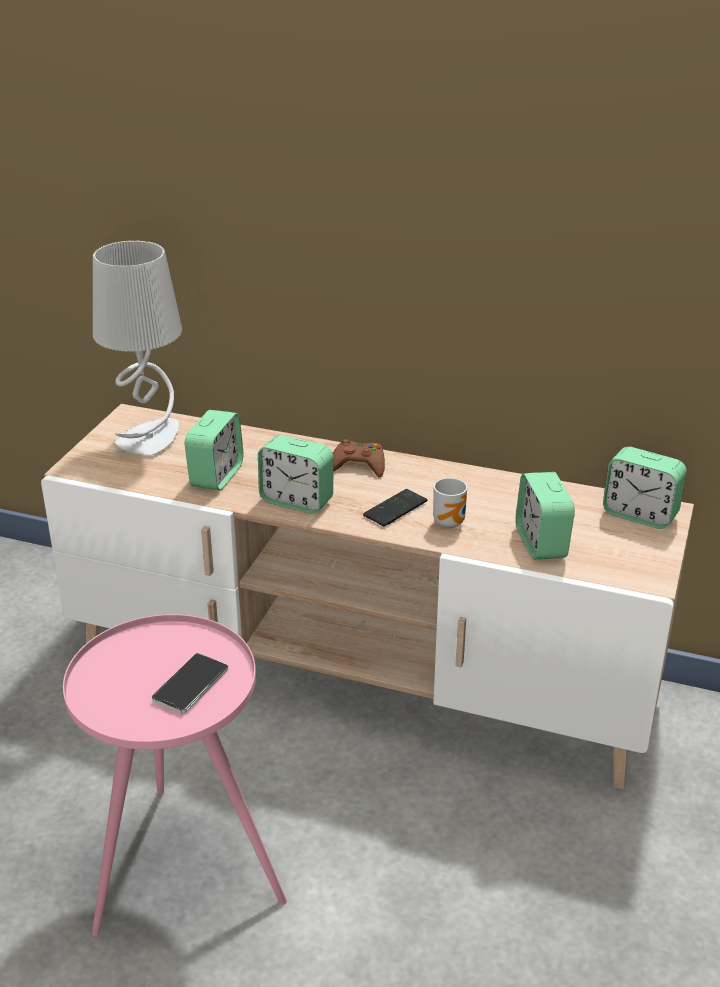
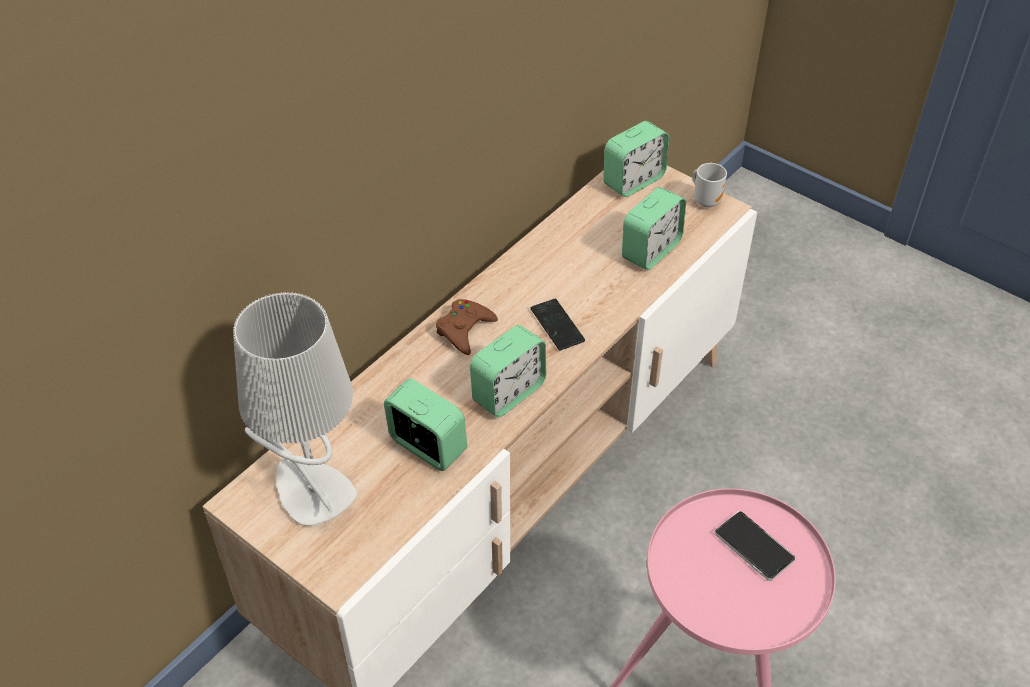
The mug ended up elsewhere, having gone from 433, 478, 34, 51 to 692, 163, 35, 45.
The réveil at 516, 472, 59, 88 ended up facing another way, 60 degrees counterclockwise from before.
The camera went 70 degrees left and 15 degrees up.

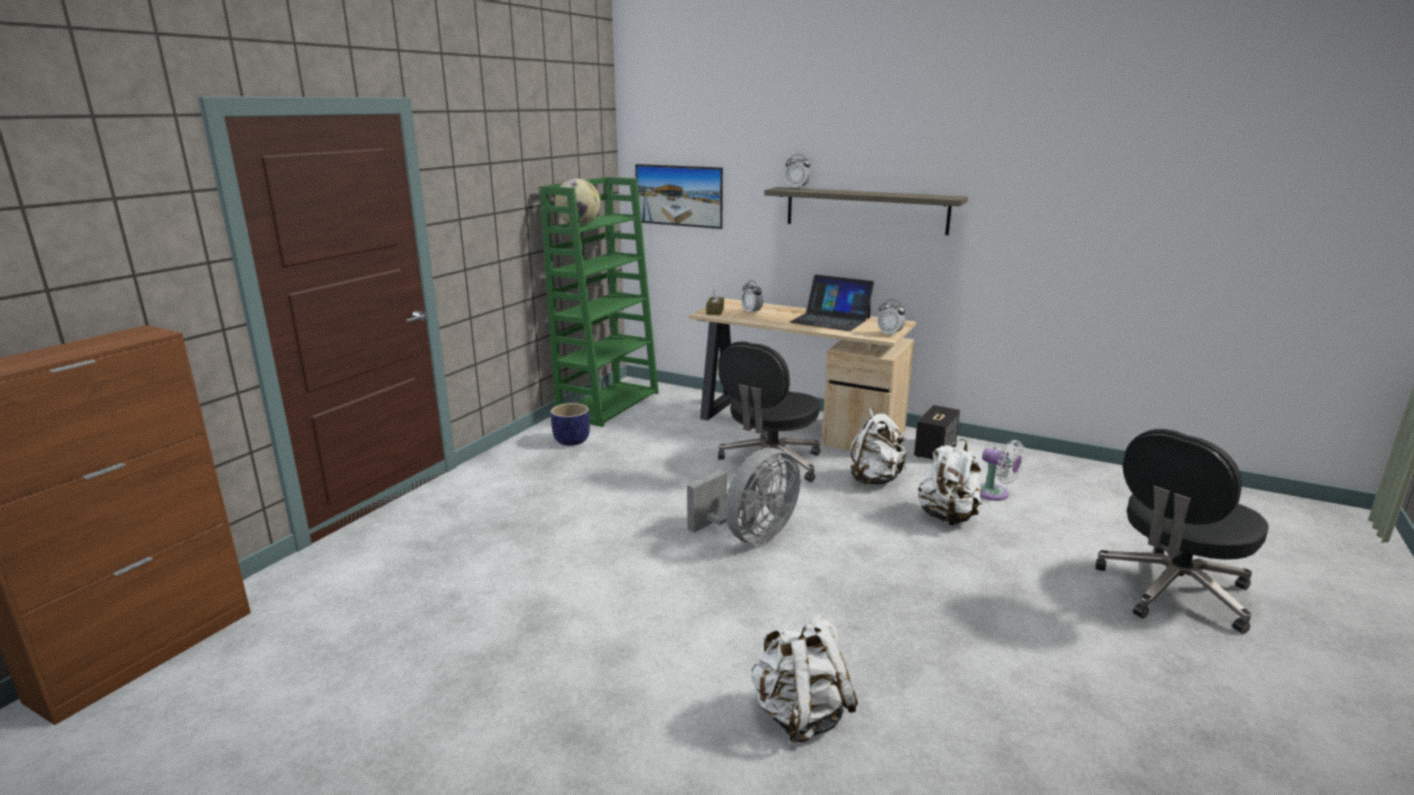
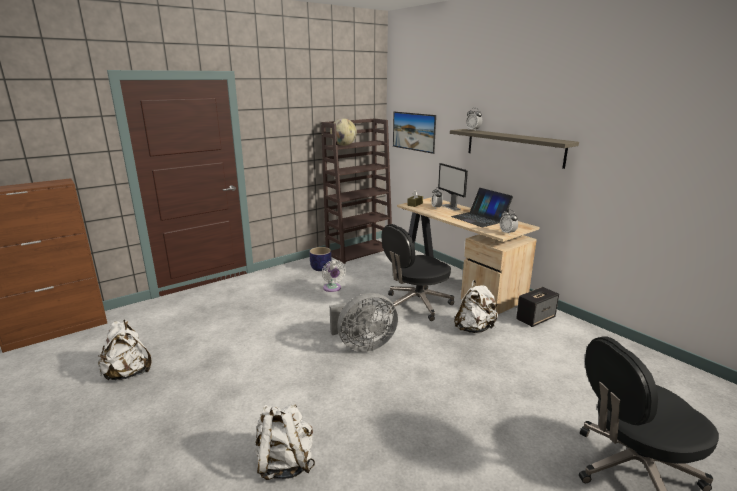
The second view gained the écran d'ordinateur at 438, 163, 30, 48.
The sac à dos (blanc) ended up elsewhere, having gone from 918, 439, 64, 86 to 98, 320, 53, 60.
The ventilateur (blanc) ended up elsewhere, having gone from 980, 440, 45, 61 to 322, 260, 24, 32.
What was the bibliothèque (vert) at 539, 177, 120, 250 turned into the bibliothèque (marron) at 321, 118, 71, 146.
The camera went 25 degrees right and 0 degrees up.

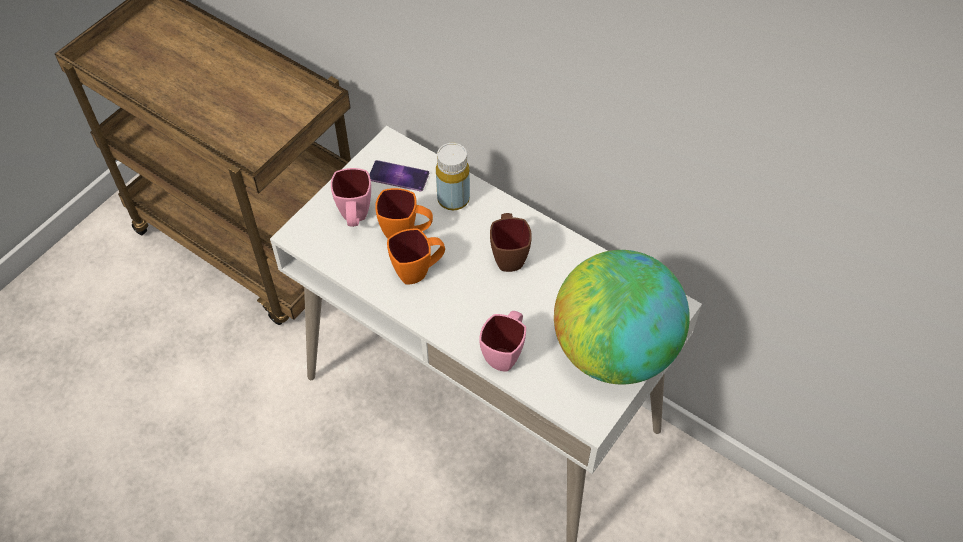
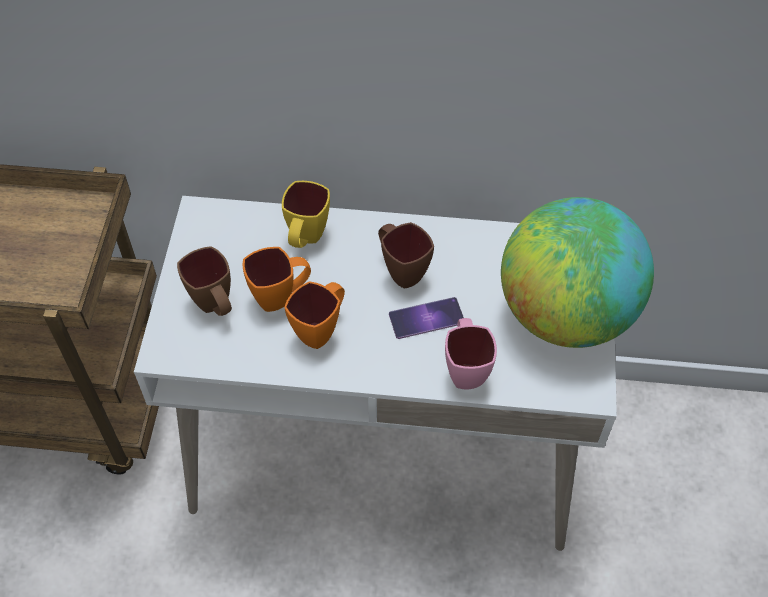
The téléphone ended up elsewhere, having gone from 369, 160, 60, 31 to 389, 297, 75, 42.
Where the bouteille (jaune) stood at 436, 143, 34, 67, the mug (jaune) came to stand at 282, 181, 48, 67.
What was the mug (rose) at 331, 168, 40, 59 turned into the mug (marron) at 177, 246, 55, 70.
The camera went 30 degrees left and 0 degrees up.

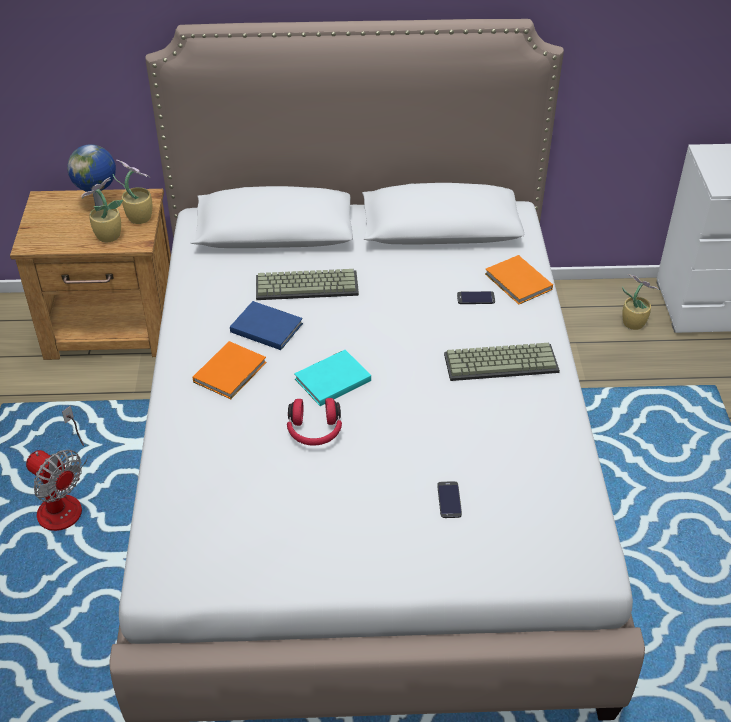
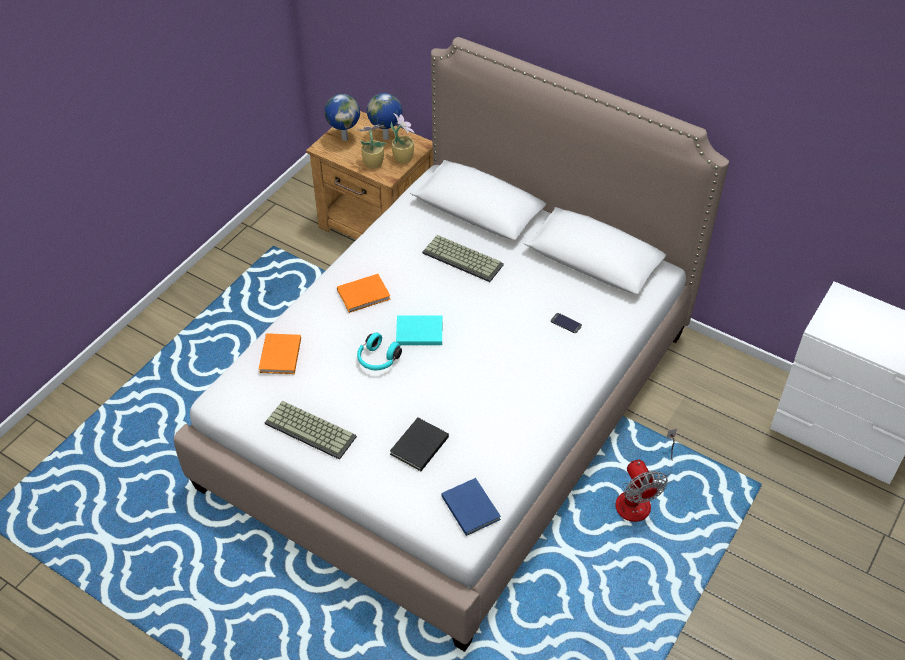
The second view lost the plante en pot at 622, 274, 37, 56.
The second view gained the globe at 325, 94, 35, 47.
The ventilateur ended up elsewhere, having gone from 26, 406, 61, 125 to 615, 428, 62, 94.
The livre (bleu) ended up elsewhere, having gone from 230, 301, 73, 49 to 441, 478, 60, 58.
The clavier ended up elsewhere, having gone from 444, 343, 116, 38 to 265, 401, 92, 59.
The livre (orange) ended up elsewhere, having gone from 485, 255, 68, 49 to 259, 333, 42, 41.
Where the téléphone stood at 437, 481, 25, 37, the livre (noir) came to stand at 390, 417, 59, 54.
What was the casque audio (rouge) at 287, 398, 55, 47 turned into the casque audio (turquoise) at 357, 333, 45, 37.
The camera went 35 degrees right and 5 degrees up.

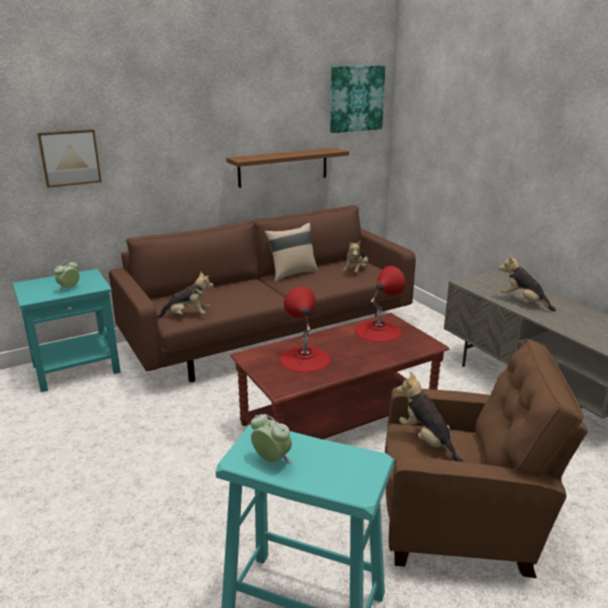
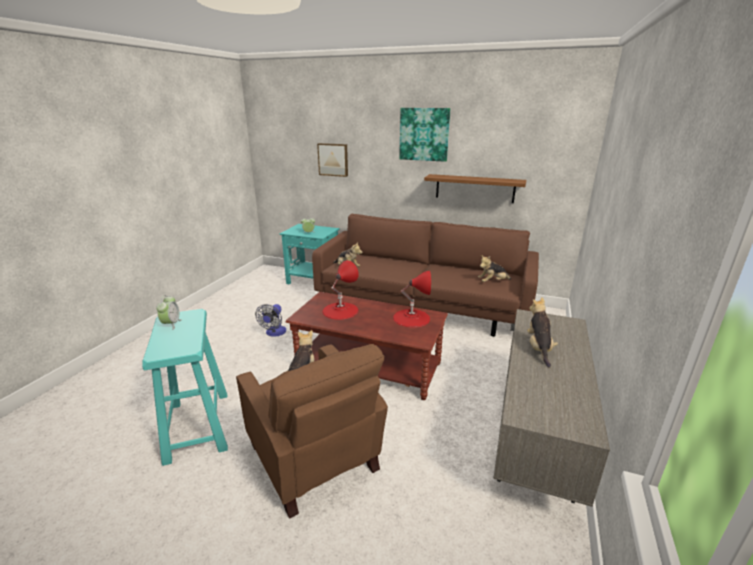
The second view lost the coussin (beige) at 264, 223, 54, 59.
The second view gained the ventilateur at 255, 304, 31, 33.
The tableau ended up elsewhere, having gone from 330, 65, 55, 68 to 399, 108, 51, 54.
The camera went 50 degrees right and 0 degrees up.

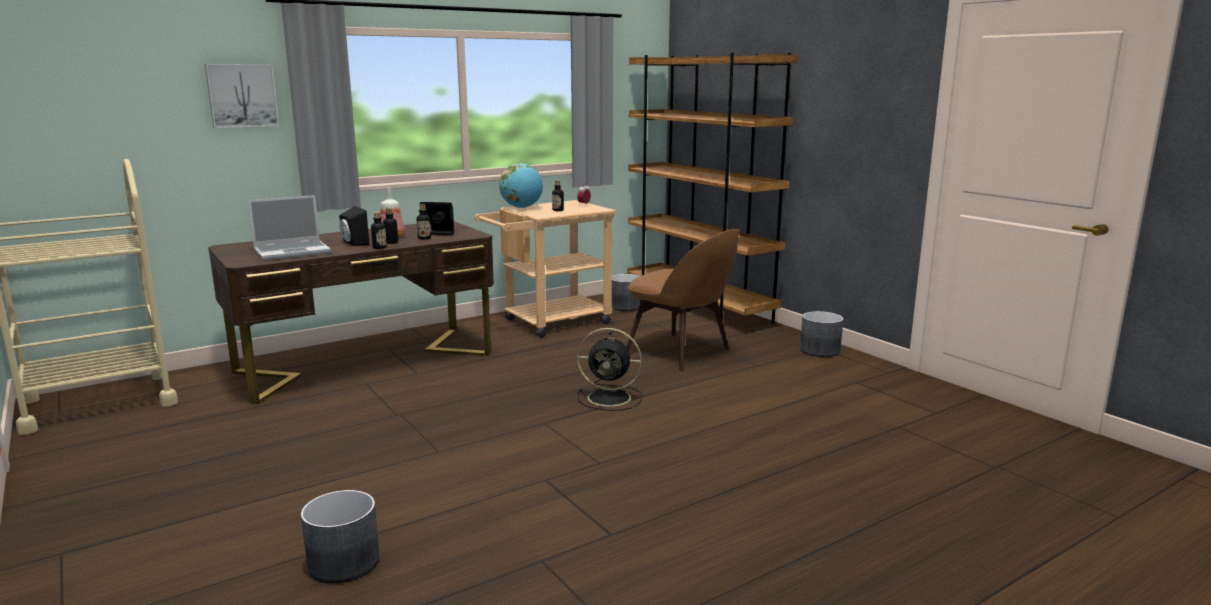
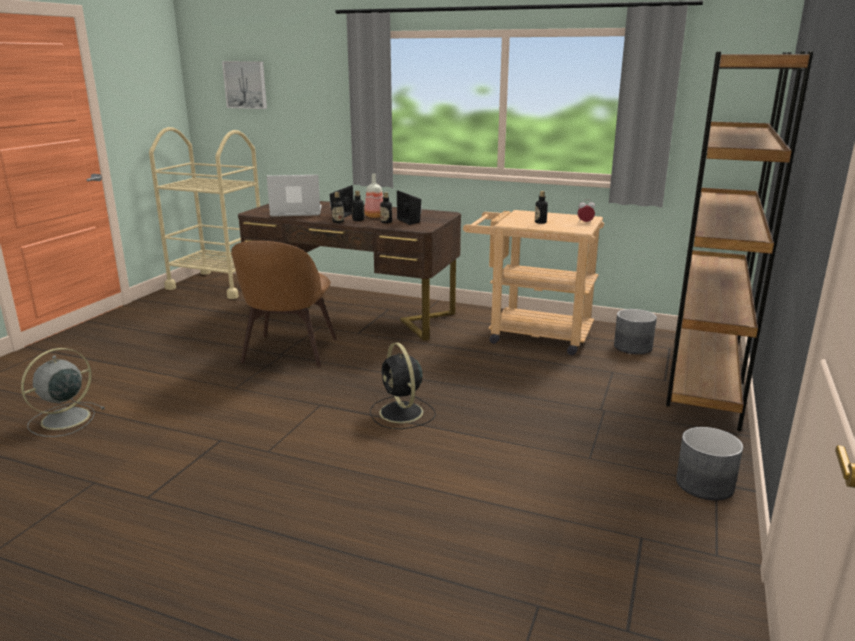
The second view lost the globe at 499, 163, 44, 45.
The tableau ended up elsewhere, having gone from 205, 64, 74, 64 to 222, 61, 45, 48.
The chaise (marron) ended up elsewhere, having gone from 627, 229, 113, 142 to 231, 241, 106, 126.
Where the cache-pot (gris) stood at 301, 490, 78, 93, the ventilateur (gris) came to stand at 21, 348, 84, 89.
The ordinateur portable at 248, 195, 83, 65 ended up facing another way, 150 degrees clockwise from before.
The camera went 55 degrees right and 5 degrees up.

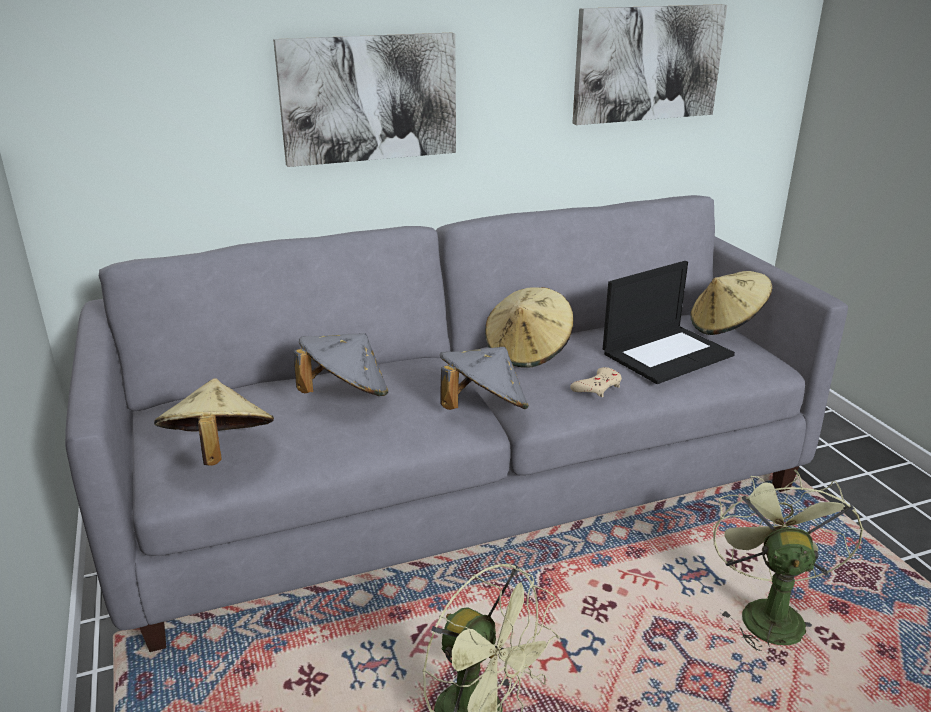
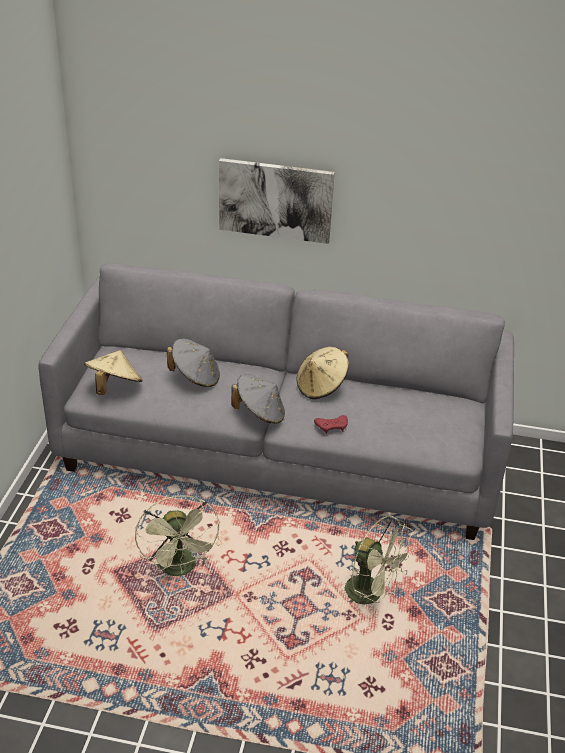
The second view lost the tableau at 573, 4, 154, 121.
The second view lost the ordinateur portable at 603, 261, 132, 123.
The second view lost the chapeau (beige) at 690, 271, 82, 64.
What was the manette (beige) at 570, 367, 52, 30 turned into the manette (rouge) at 314, 415, 34, 18.
The ventilateur (vert) at 713, 469, 151, 182 ended up facing another way, 90 degrees clockwise from before.
The camera went 30 degrees right and 10 degrees up.

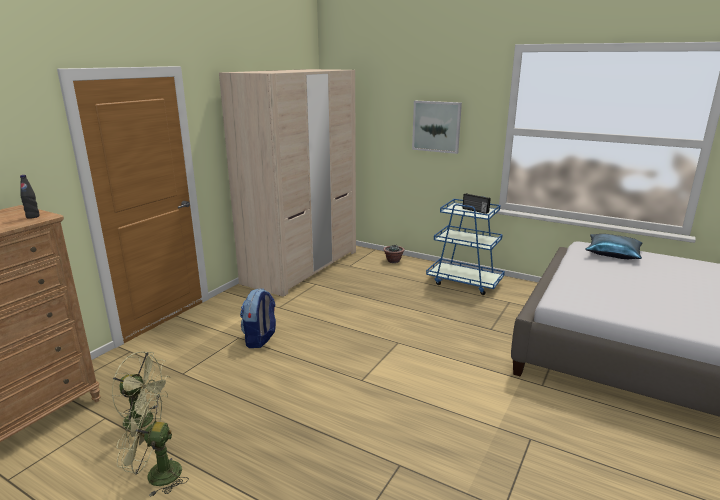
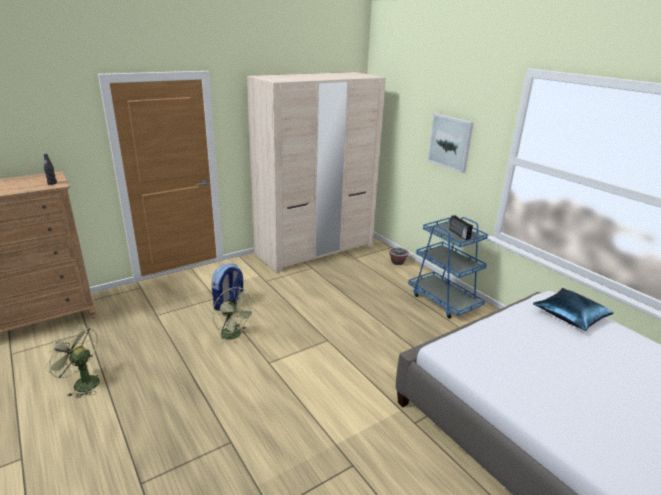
The ventilateur (vert) ended up elsewhere, having gone from 112, 351, 58, 88 to 212, 287, 44, 58.
The camera went 25 degrees right and 5 degrees up.

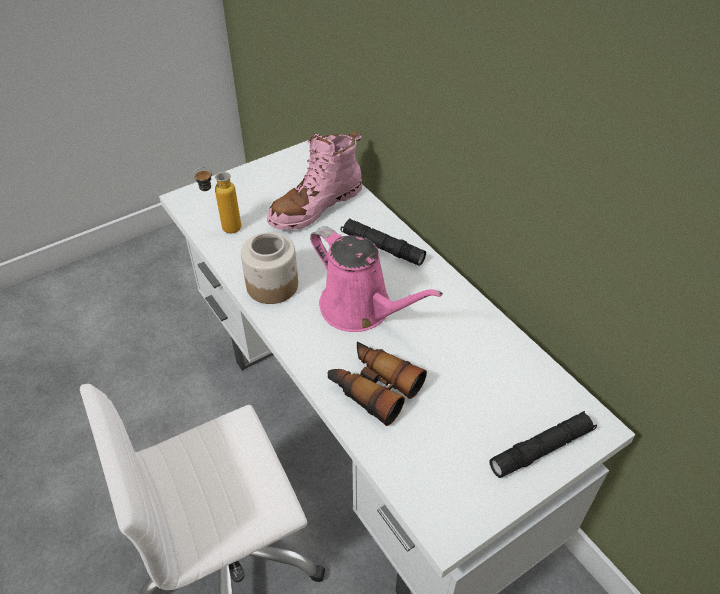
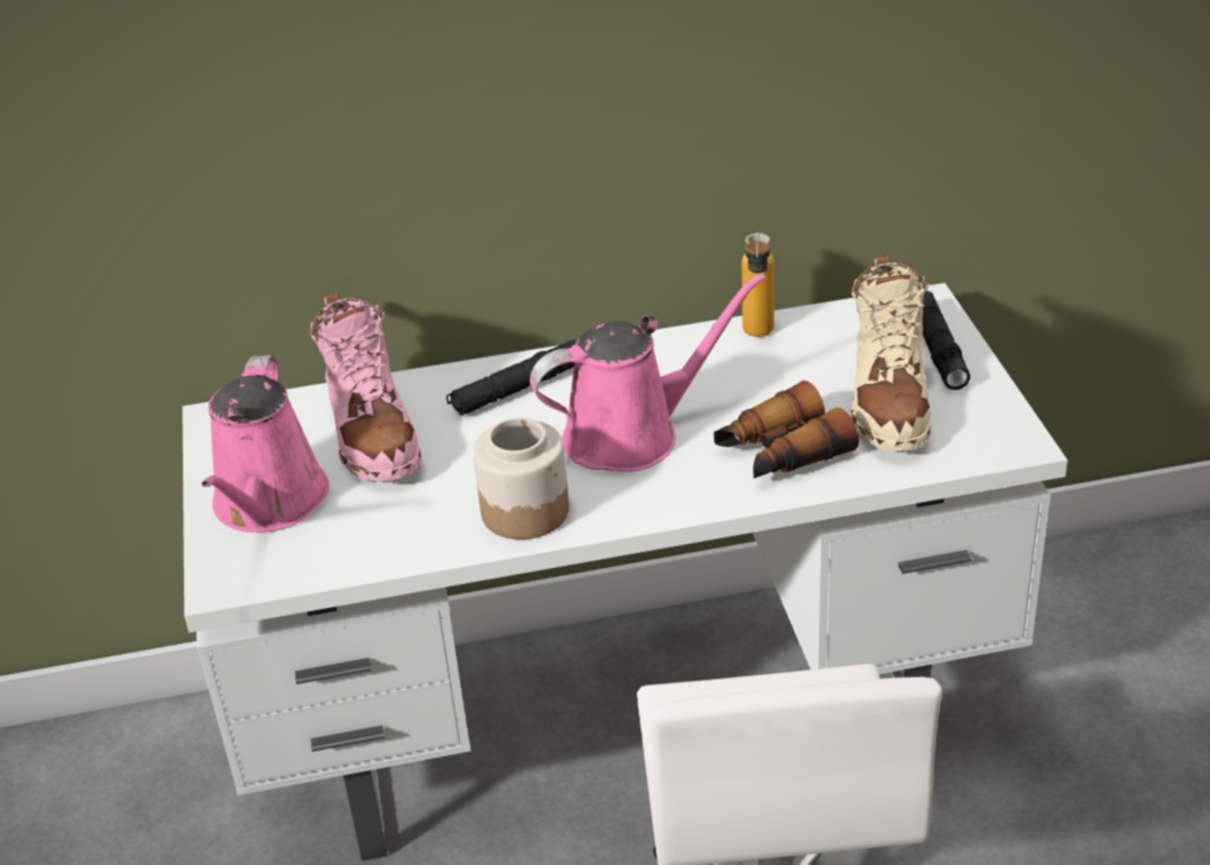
The second view gained the arrosoir (rose) at 201, 355, 128, 177.
The second view gained the botte (beige) at 851, 254, 80, 197.
The bouteille ended up elsewhere, having gone from 194, 167, 47, 66 to 742, 232, 32, 105.
The camera went 65 degrees left and 10 degrees down.

